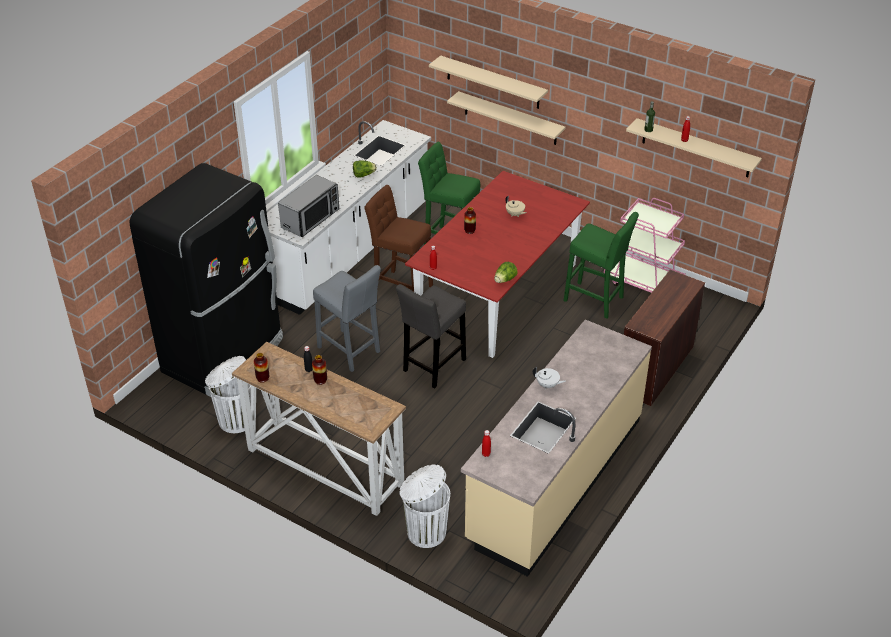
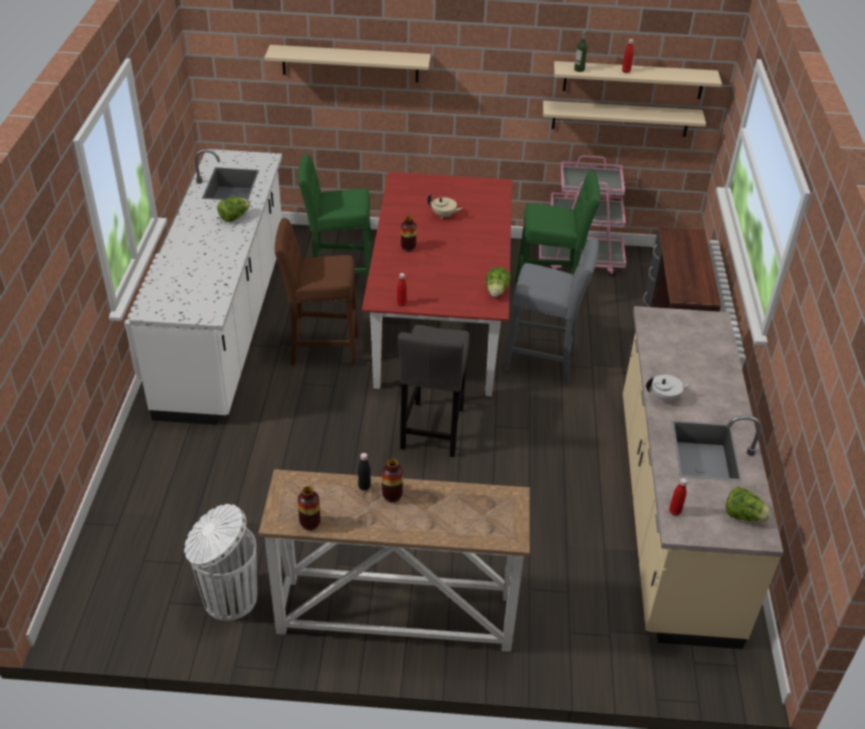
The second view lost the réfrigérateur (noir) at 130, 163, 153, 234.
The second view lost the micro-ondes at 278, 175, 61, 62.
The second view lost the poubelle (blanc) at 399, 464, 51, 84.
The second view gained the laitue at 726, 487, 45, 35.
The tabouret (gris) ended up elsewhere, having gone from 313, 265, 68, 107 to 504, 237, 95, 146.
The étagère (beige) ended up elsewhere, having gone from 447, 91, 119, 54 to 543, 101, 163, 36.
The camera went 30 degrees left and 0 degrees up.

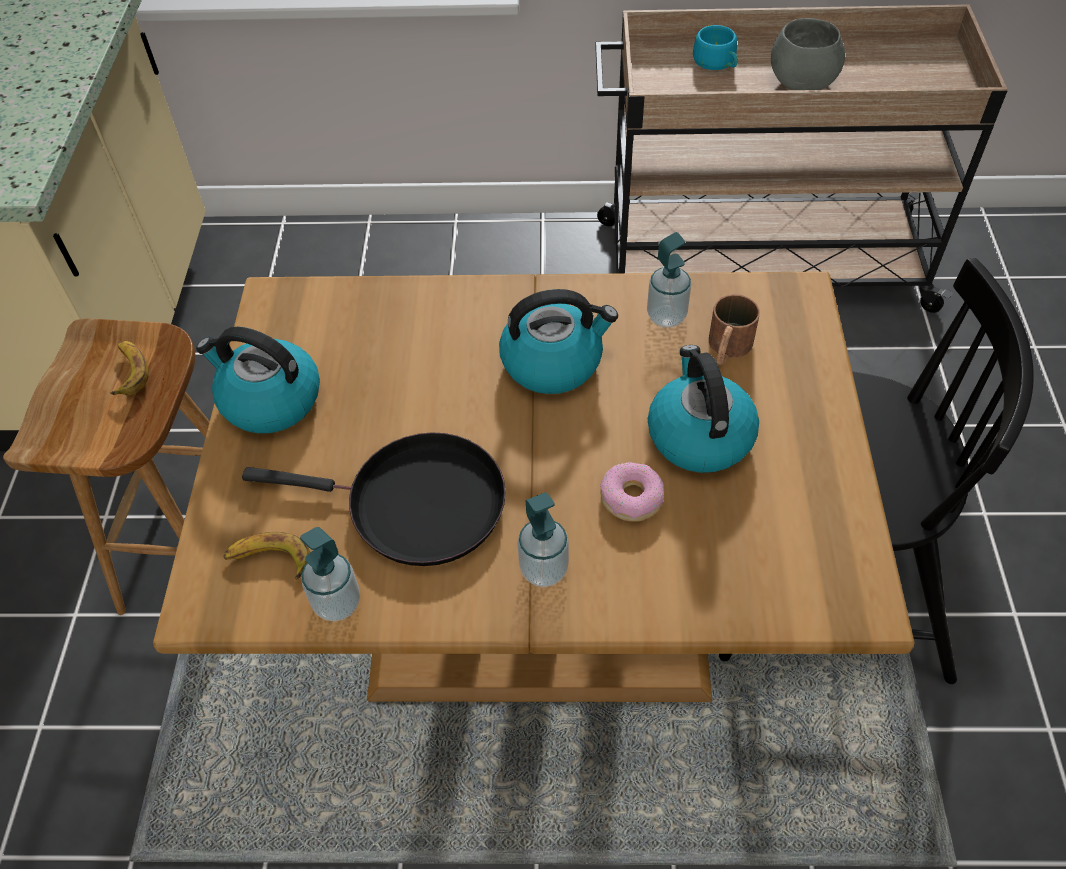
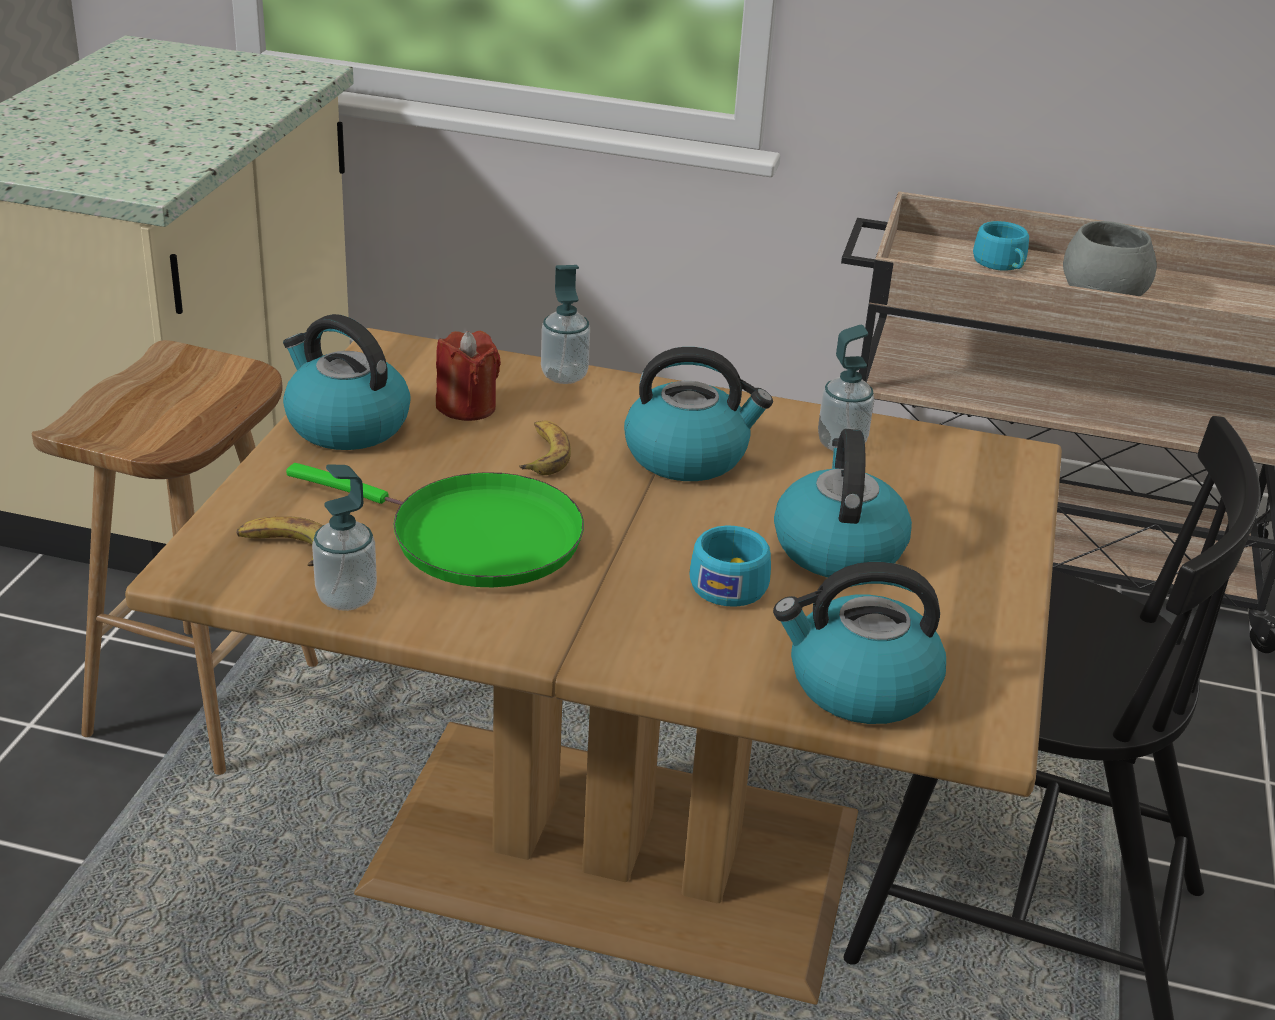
The second view lost the mug (marron) at 709, 294, 51, 71.
The second view gained the bougie (rouge) at 436, 331, 65, 90.
The second view gained the bouilloire at 773, 562, 173, 162.
The banane ended up elsewhere, having gone from 110, 341, 39, 54 to 519, 421, 52, 54.
The distributeur de savon ended up elsewhere, having gone from 517, 492, 52, 95 to 541, 265, 49, 119.
Where the beignet stood at 600, 462, 64, 60, the tasse (turquoise) came to stand at 689, 525, 82, 82.
What was the poêle (noir) at 242, 432, 264, 134 turned into the poêle (vert) at 286, 463, 298, 124.
The camera went 10 degrees right and 20 degrees down.

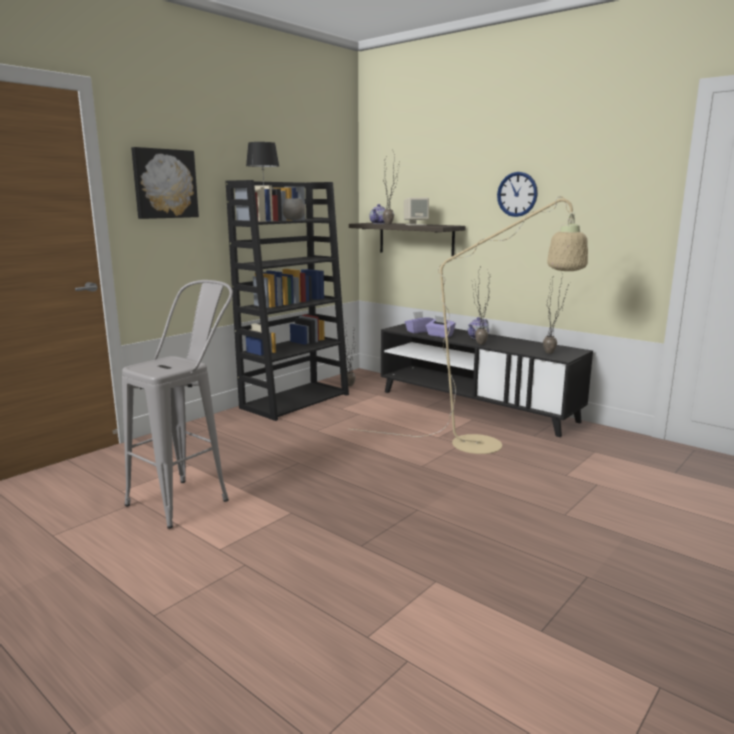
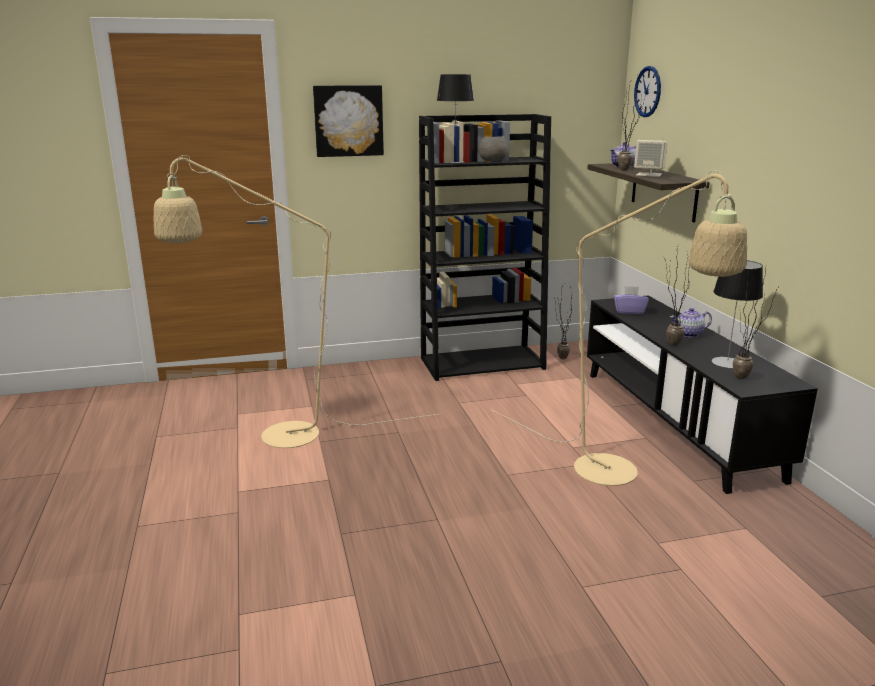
The second view lost the boîte à mouchoirs (violet) at 426, 316, 30, 22.
The second view gained the lampe de table at 712, 260, 51, 108.
The horloge murale ended up elsewhere, having gone from 497, 172, 41, 45 to 634, 66, 27, 51.
Where the tabouret (gris) stood at 122, 280, 111, 249, the lampadaire (beige) came to stand at 154, 155, 284, 293.
The camera went 35 degrees right and 5 degrees up.

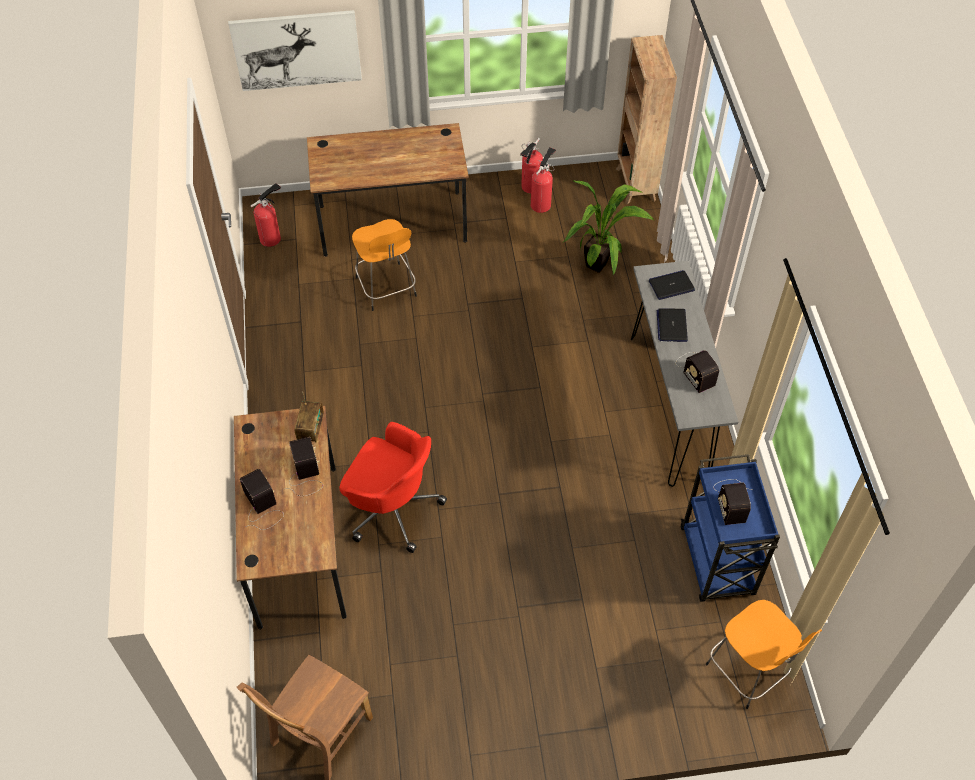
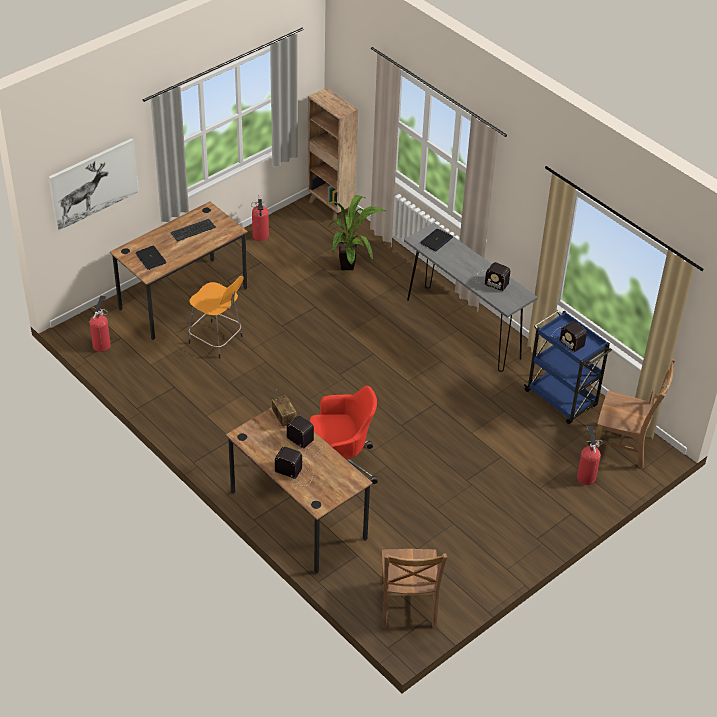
The second view gained the clavier at 170, 219, 46, 22.
The extincteur ended up elsewhere, having gone from 531, 147, 25, 66 to 577, 426, 26, 59.
The ordinateur portable ended up elsewhere, having gone from 657, 308, 31, 34 to 135, 246, 32, 24.
Where the tabouret (orange) stood at 706, 600, 116, 109, the chaise (marron) came to stand at 595, 358, 80, 111.
The camera went 35 degrees left and 10 degrees down.

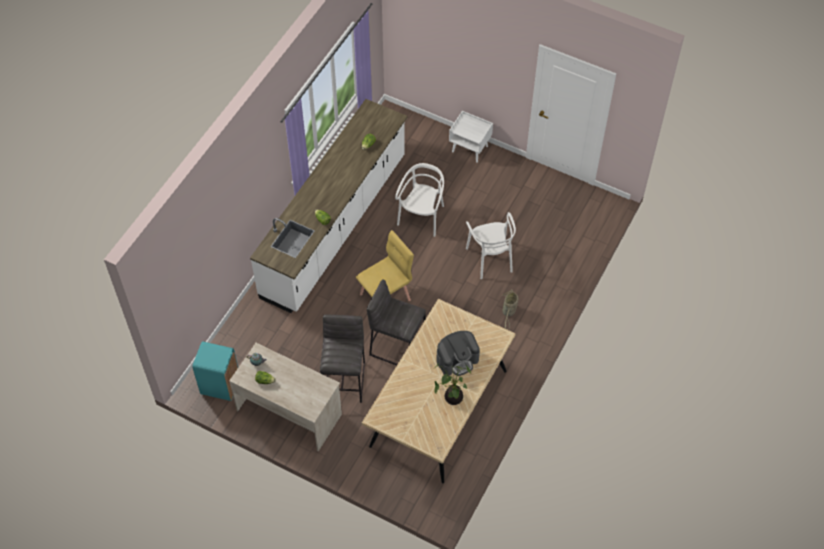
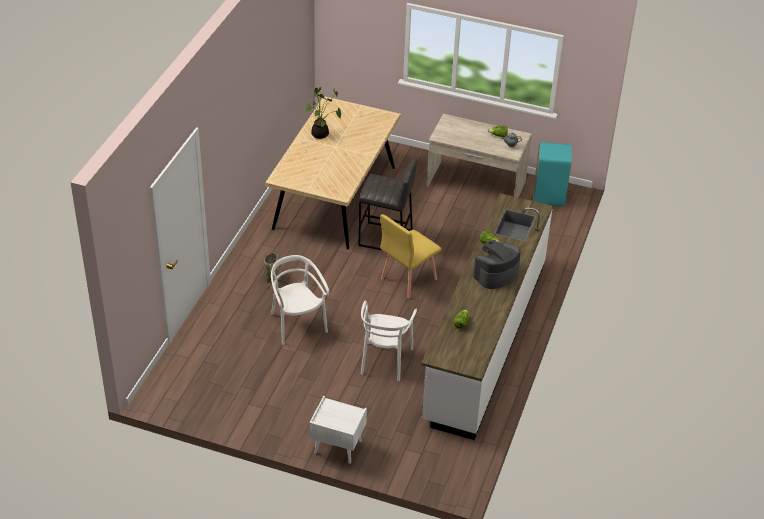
The second view lost the tabouret (gris) at 320, 315, 45, 88.
The machine à café ended up elsewhere, having gone from 436, 331, 44, 45 to 473, 240, 48, 49.
The camera went 170 degrees right and 15 degrees down.

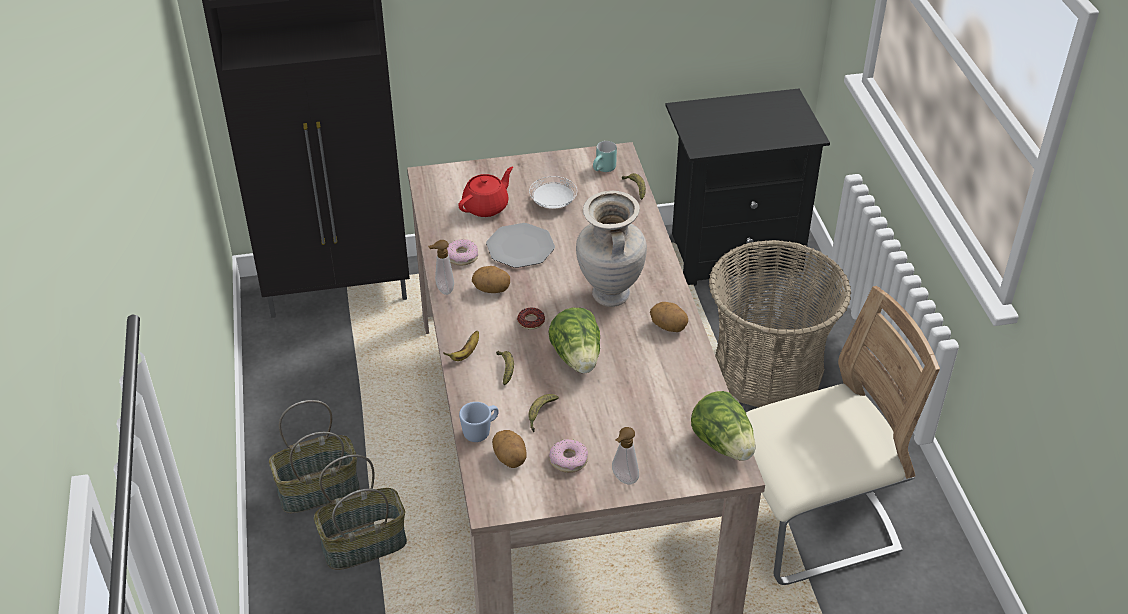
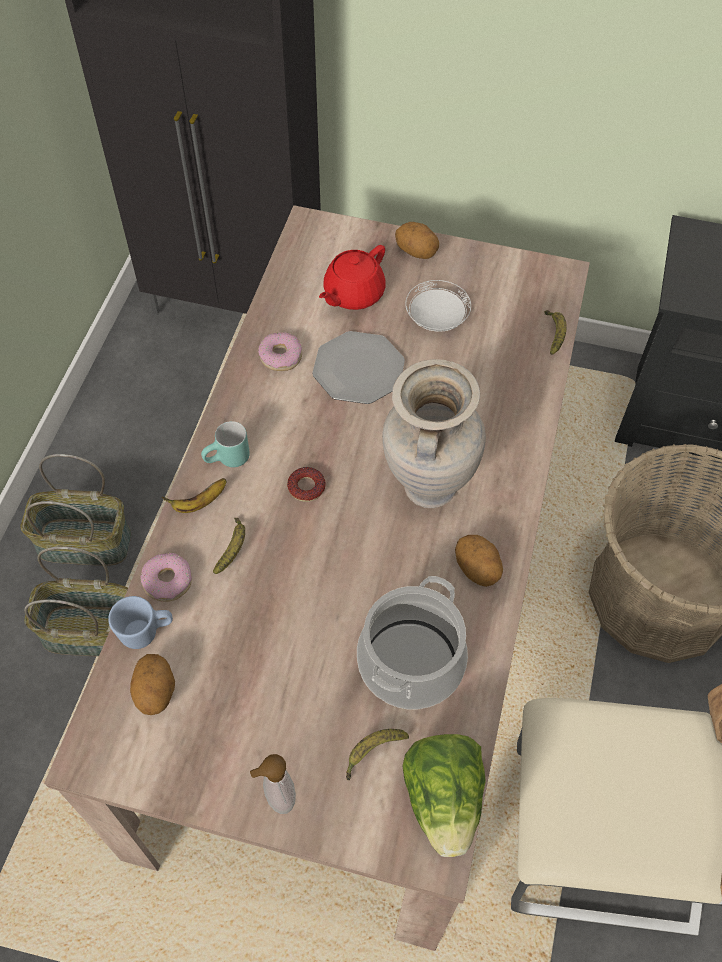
The second view lost the distributeur de savon at 428, 240, 26, 55.
The second view lost the laitue at 549, 308, 51, 65.
The second view gained the marmite at 357, 576, 111, 133.
The pomme de terre ended up elsewhere, having gone from 472, 266, 38, 27 to 395, 222, 44, 37.
The banane ended up elsewhere, having gone from 528, 394, 31, 38 to 346, 729, 63, 51.
The beignet ended up elsewhere, having gone from 549, 439, 39, 34 to 140, 553, 52, 49.
The mug (turquoise) ended up elsewhere, having gone from 593, 141, 24, 31 to 201, 421, 49, 46.
The théière (rouge) at 458, 167, 55, 50 ended up facing another way, 150 degrees clockwise from before.
The camera went 25 degrees right and 15 degrees up.

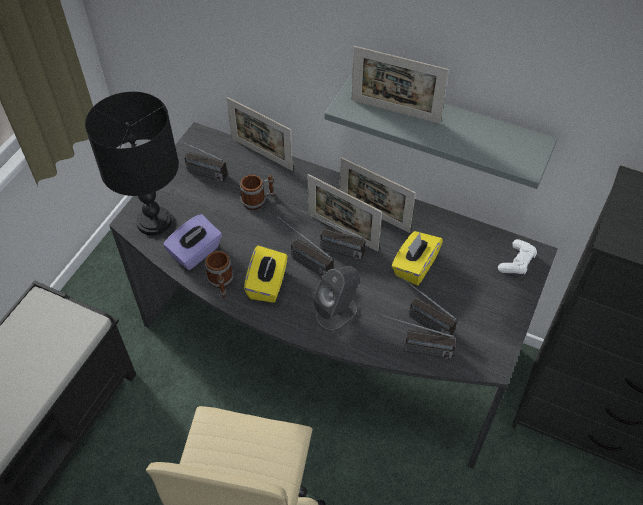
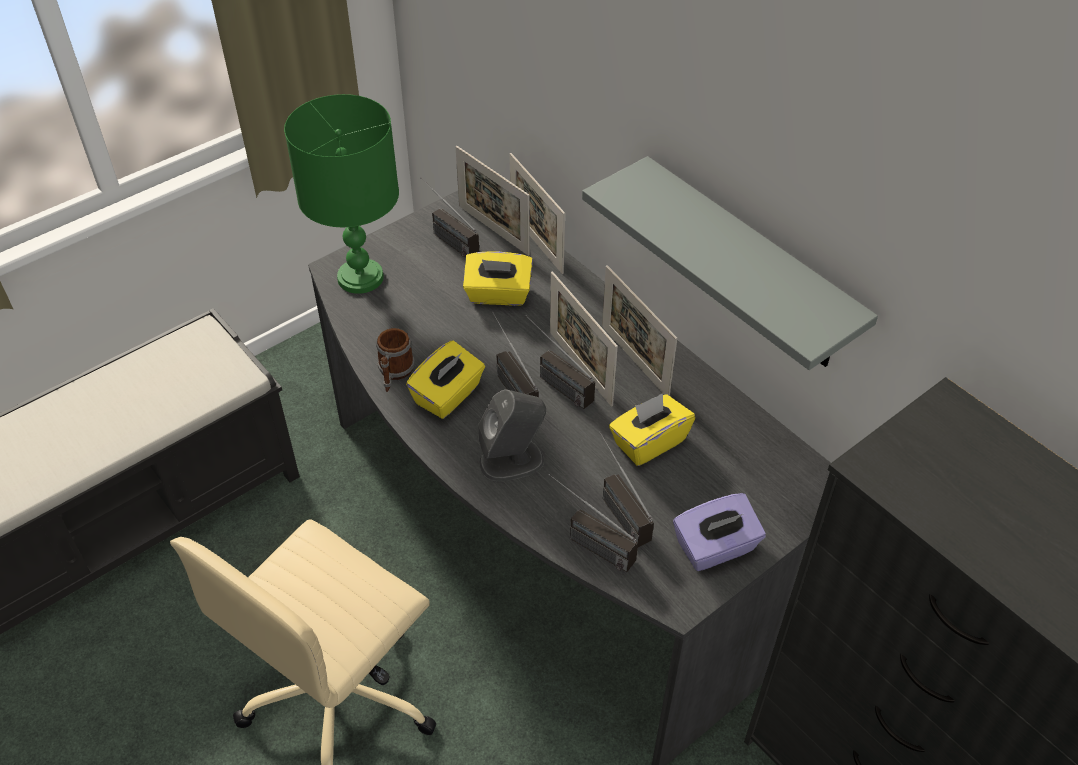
The second view lost the manette (blanc) at 498, 239, 39, 36.
The boîte à mouchoirs (violet) ended up elsewhere, having gone from 163, 214, 59, 56 to 673, 493, 93, 78.
The cadre photo ended up elsewhere, having gone from 351, 46, 98, 77 to 456, 146, 74, 110.
Where the mug stood at 240, 175, 35, 35, the boîte à mouchoirs (jaune) came to stand at 463, 252, 70, 54.
What was the lampe de table (noir) at 85, 92, 94, 143 turned into the lampe de table (vert) at 284, 94, 115, 200.
The camera went 25 degrees right and 5 degrees down.

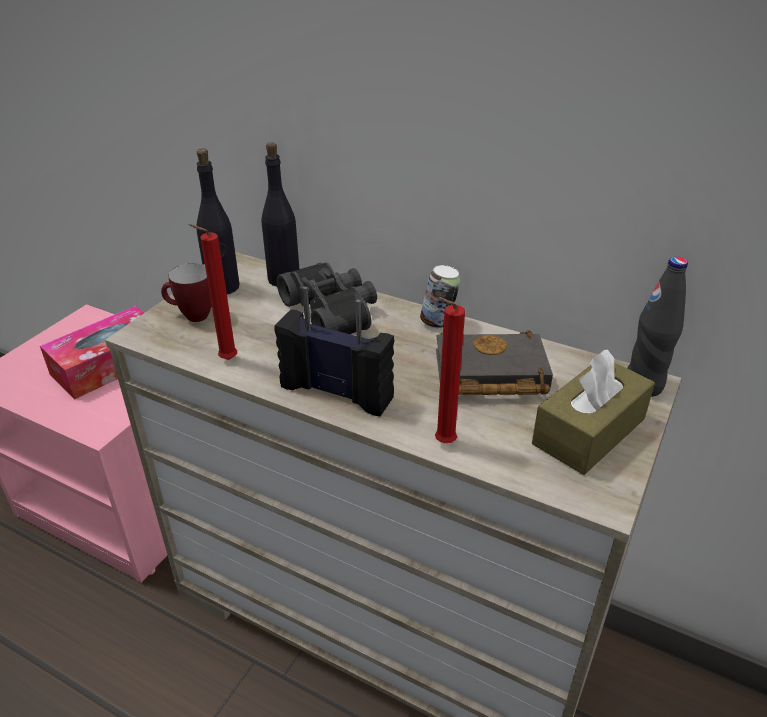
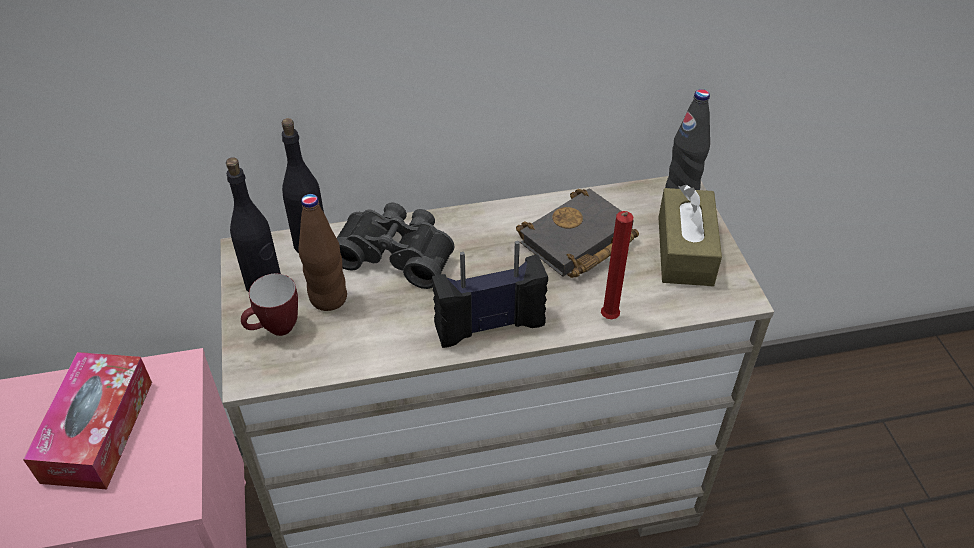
The second view lost the bougie (rouge) at 189, 224, 48, 136.
The second view lost the boîte métallique at 420, 265, 40, 63.
The second view gained the bouteille (marron) at 298, 194, 49, 117.
The camera went 40 degrees left and 10 degrees up.

